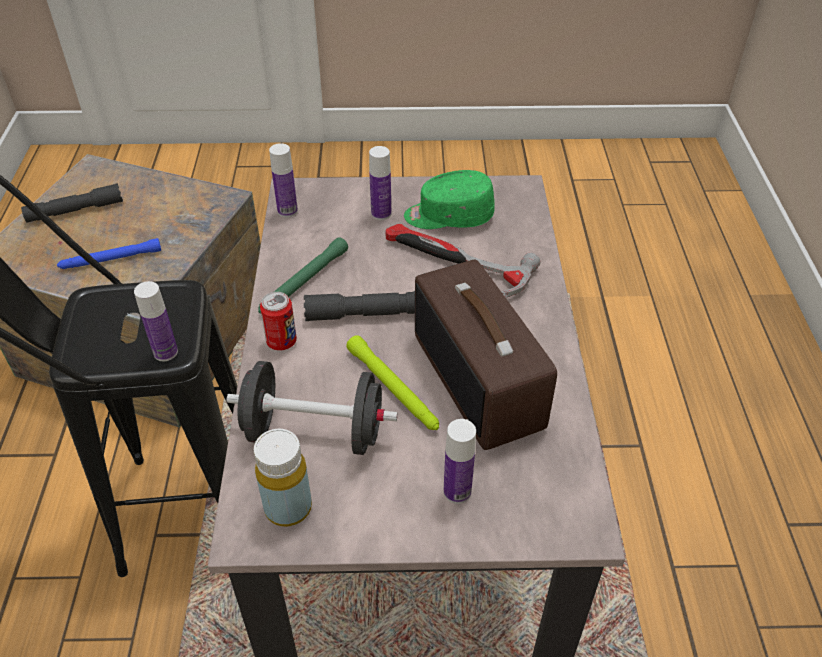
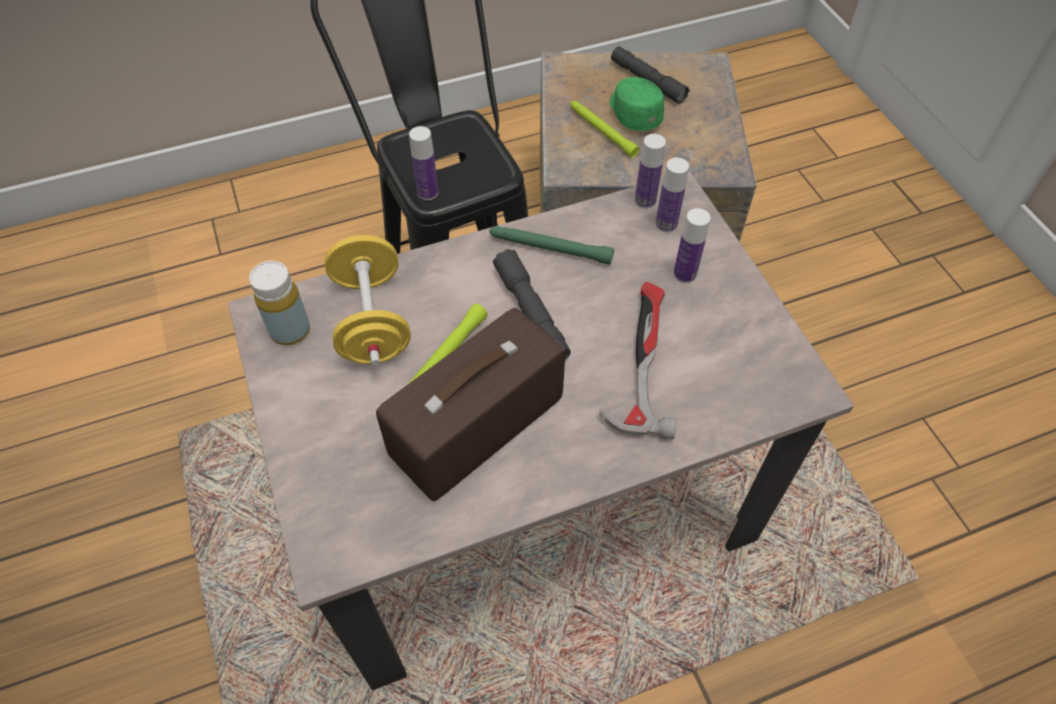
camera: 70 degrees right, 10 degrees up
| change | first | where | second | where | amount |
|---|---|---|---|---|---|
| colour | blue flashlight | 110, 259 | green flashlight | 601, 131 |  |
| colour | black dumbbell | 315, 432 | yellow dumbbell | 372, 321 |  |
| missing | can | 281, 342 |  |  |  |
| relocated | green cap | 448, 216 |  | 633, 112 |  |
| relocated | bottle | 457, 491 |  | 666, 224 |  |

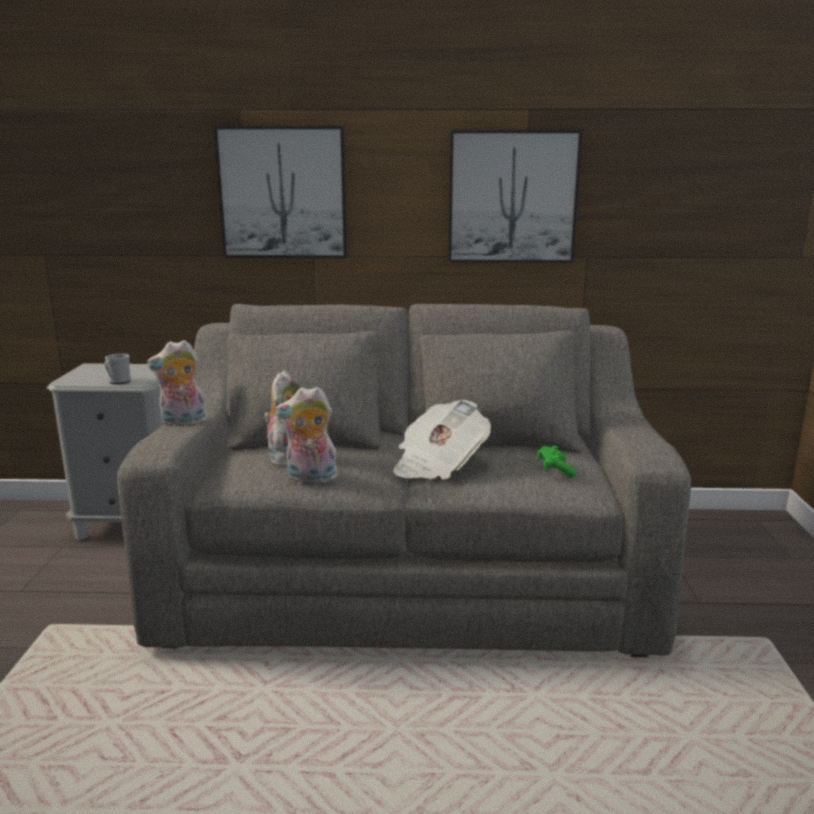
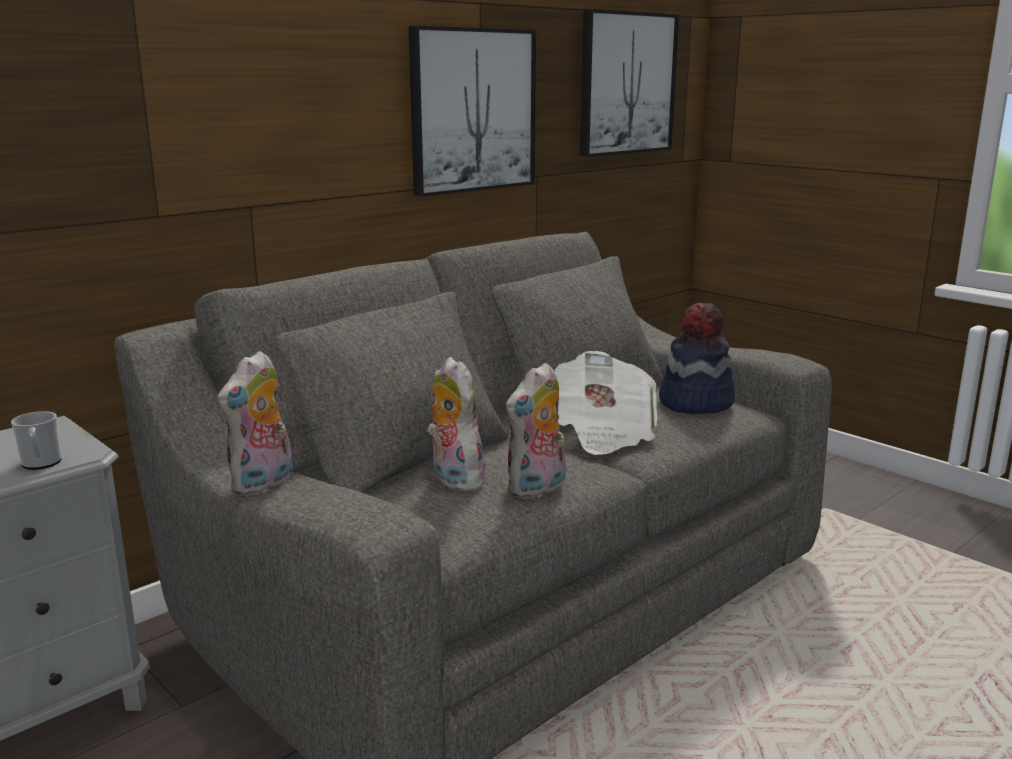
camera: 45 degrees left, 0 degrees up
| change | first | where | second | where | amount |
|---|---|---|---|---|---|
| relocated | picture | 283, 193 |  | 626, 84 |  |
| exchanged | green game controller | 555, 470 | hat | 695, 402 |  |

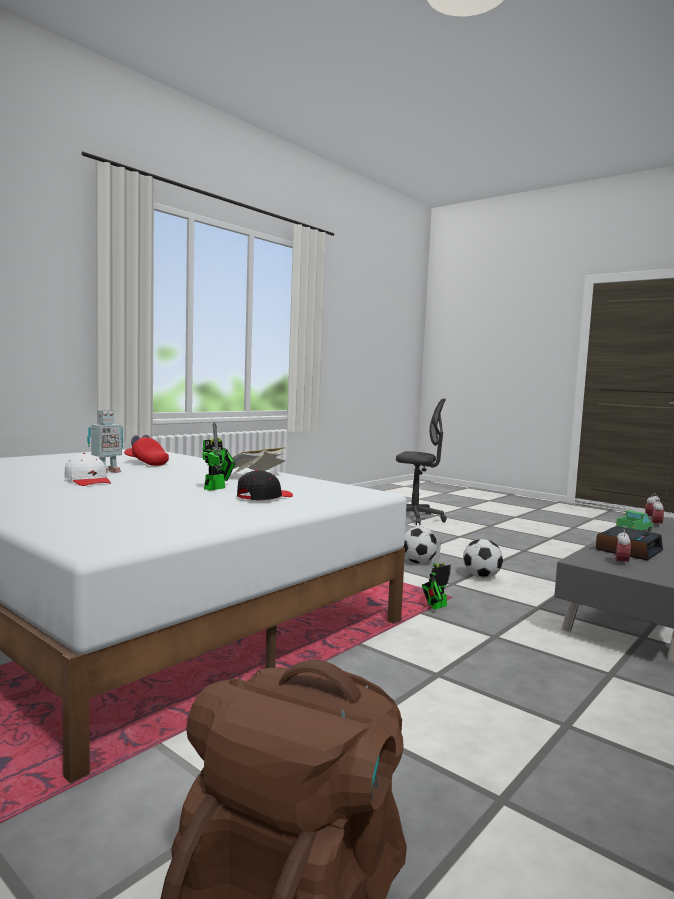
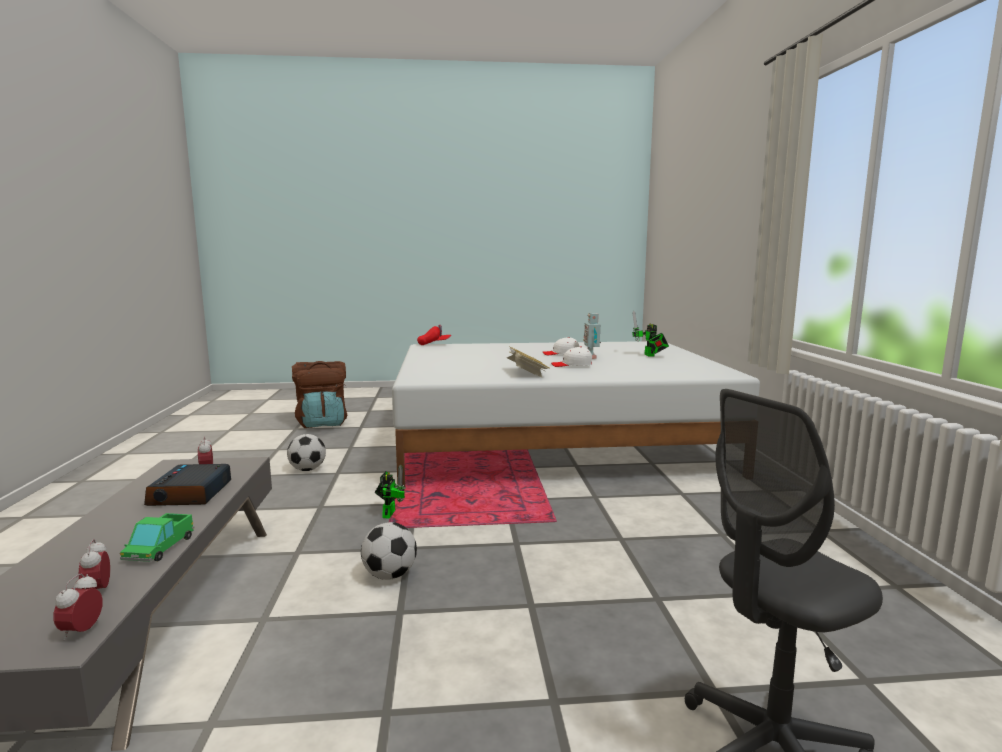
camera: 135 degrees right, 5 degrees up
| change | first | where | second | where | amount |
|---|---|---|---|---|---|
| relocated | red cap | 146, 463 |  | 434, 344 |  |
| relocated | toy robot | 217, 488 |  | 650, 355 |  |
| missing | black cap | 264, 497 |  |  |  |
| relocated | football | 418, 562 |  | 307, 469 |  |
| appeared |  |  | white cap | 572, 365 |  |

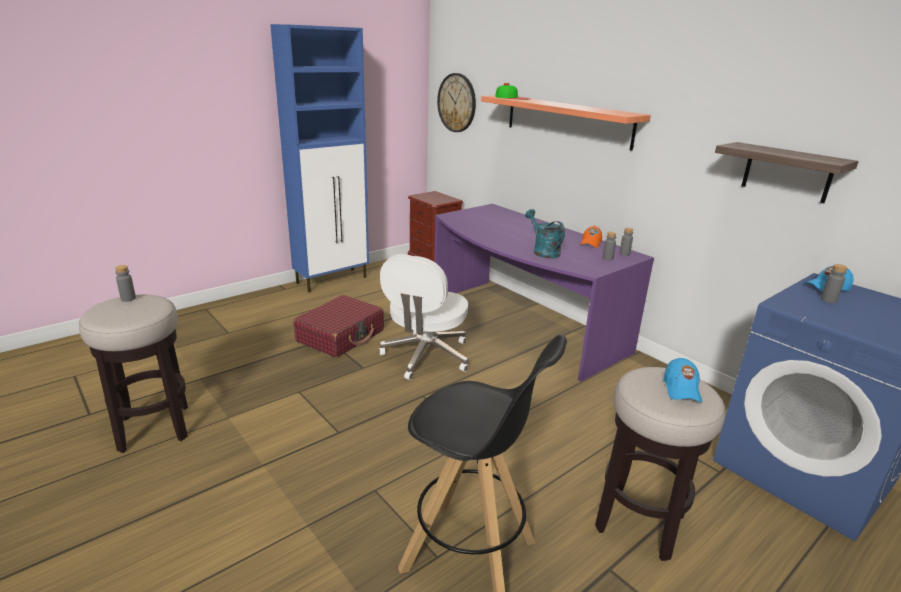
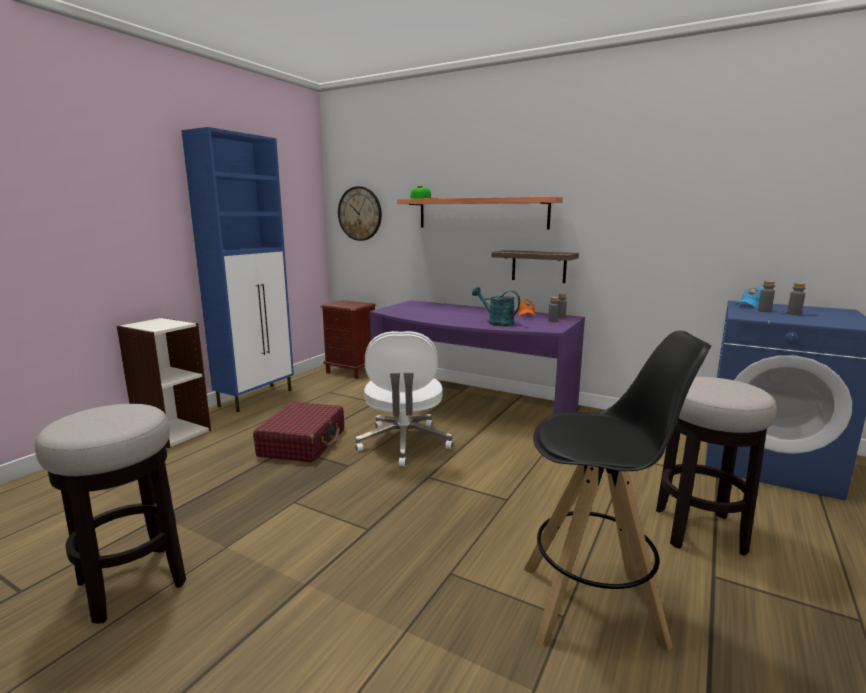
camera: 20 degrees left, 10 degrees down
| change | first | where | second | where | amount |
|---|---|---|---|---|---|
| relocated | grey bottle | 128, 299 |  | 794, 314 |  |
| missing | blue cap | 681, 389 |  |  |  |
| relocated | shelf | 787, 172 |  | 538, 266 |  |
| appeared |  |  | bookcase | 172, 432 |  |

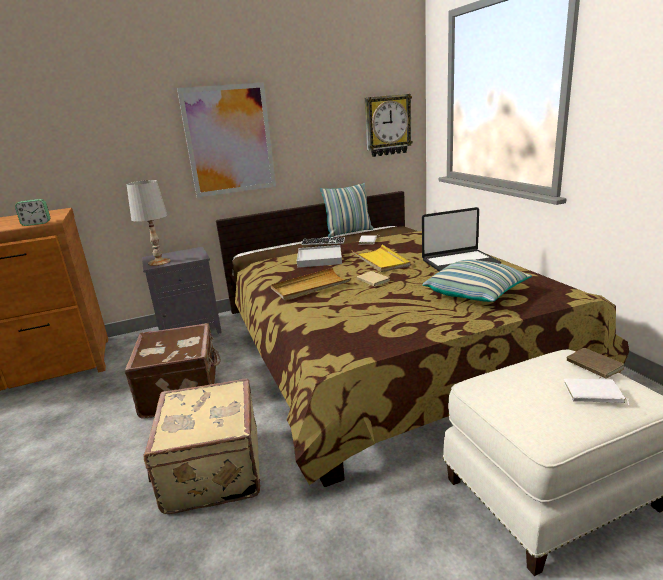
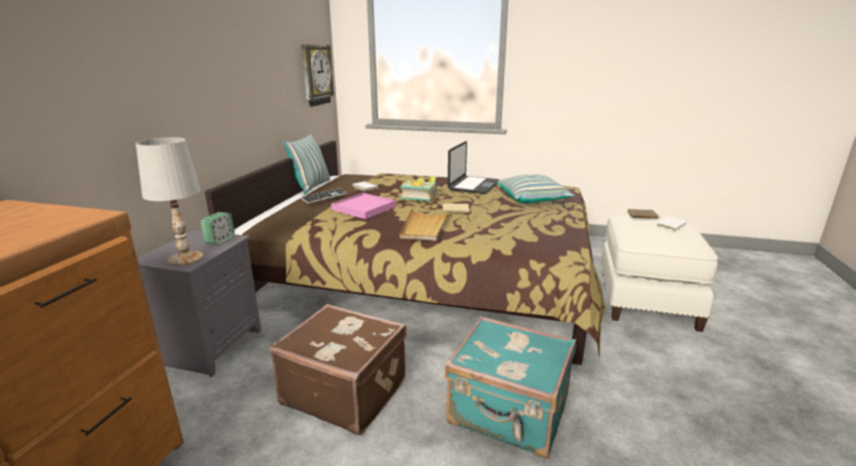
camera: 55 degrees left, 0 degrees up
| change | first | where | second | where | amount |
|---|---|---|---|---|---|
| relocated | alarm clock | 36, 223 |  | 220, 240 |  |
| colour | beige suitcase | 211, 471 | turquoise suitcase | 508, 413 |  |
| missing | picture | 229, 140 |  |  |  |
| colour | white tray | 320, 259 | pink tray | 364, 208 |  |
| exchanged | yellow tray | 380, 261 | book | 420, 197 |  |

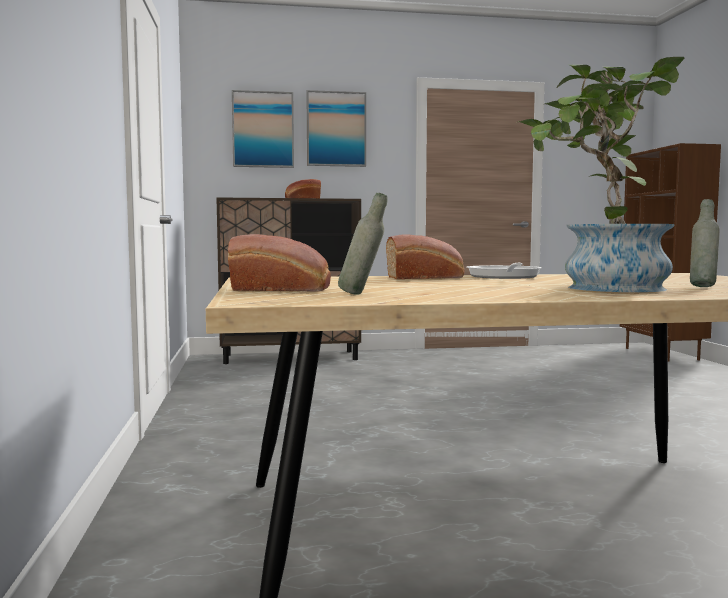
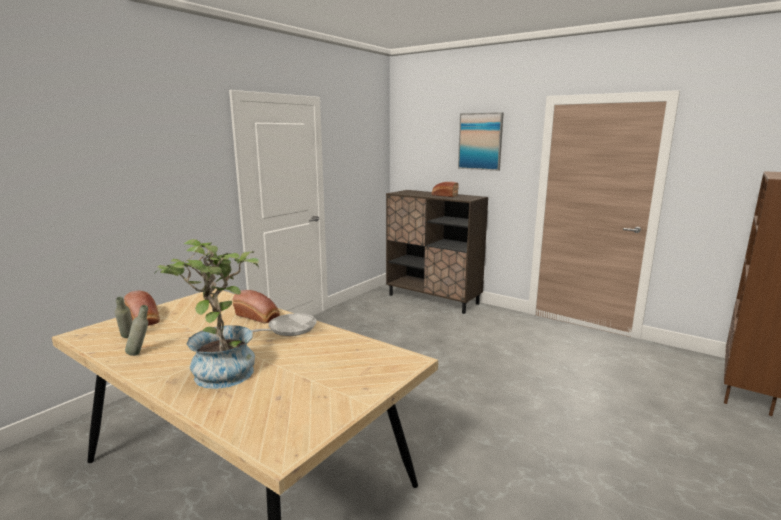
camera: 45 degrees right, 10 degrees up
| change | first | where | second | where | amount |
|---|---|---|---|---|---|
| missing | picture | 263, 129 |  |  |  |
| relocated | grey bottle | 702, 286 |  | 140, 353 |  |

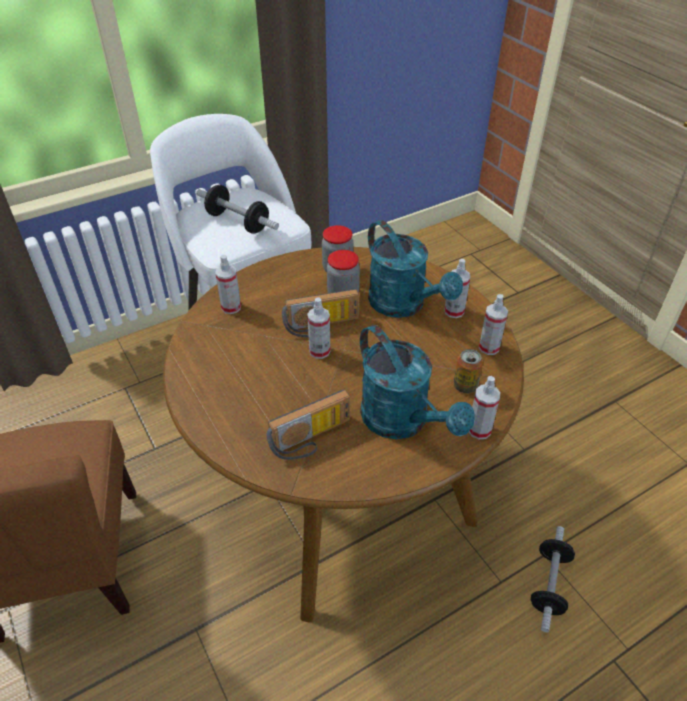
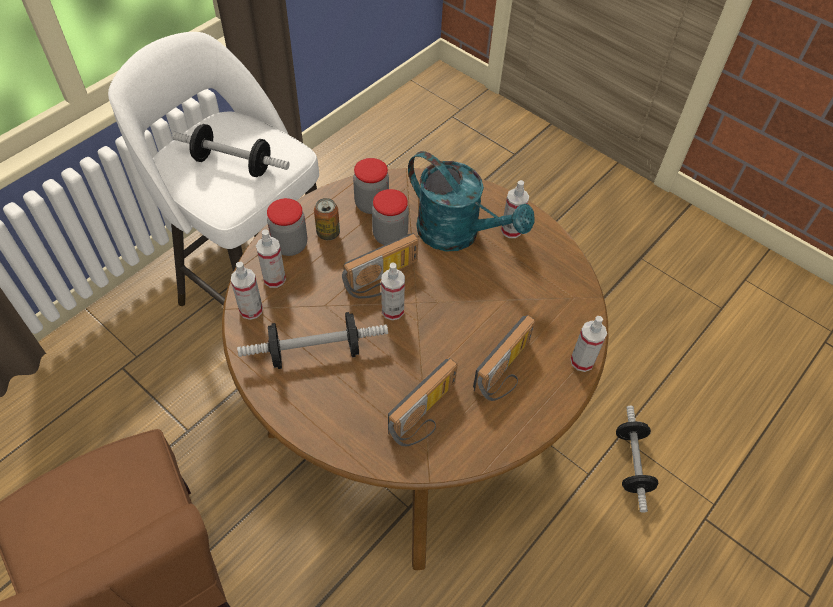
camera: 20 degrees left, 10 degrees up
| change | first | where | second | where | amount |
|---|---|---|---|---|---|
| exchanged | turquoise watering can | 402, 422 | radio | 507, 372 |  |
| relocated | can | 465, 386 |  | 328, 233 |  |
| relocated | spray bottle | 489, 347 |  | 251, 310 |  |
| appeared |  |  | dumbbell | 315, 352 |  |
| appeared |  |  | jar | 290, 245 |  |

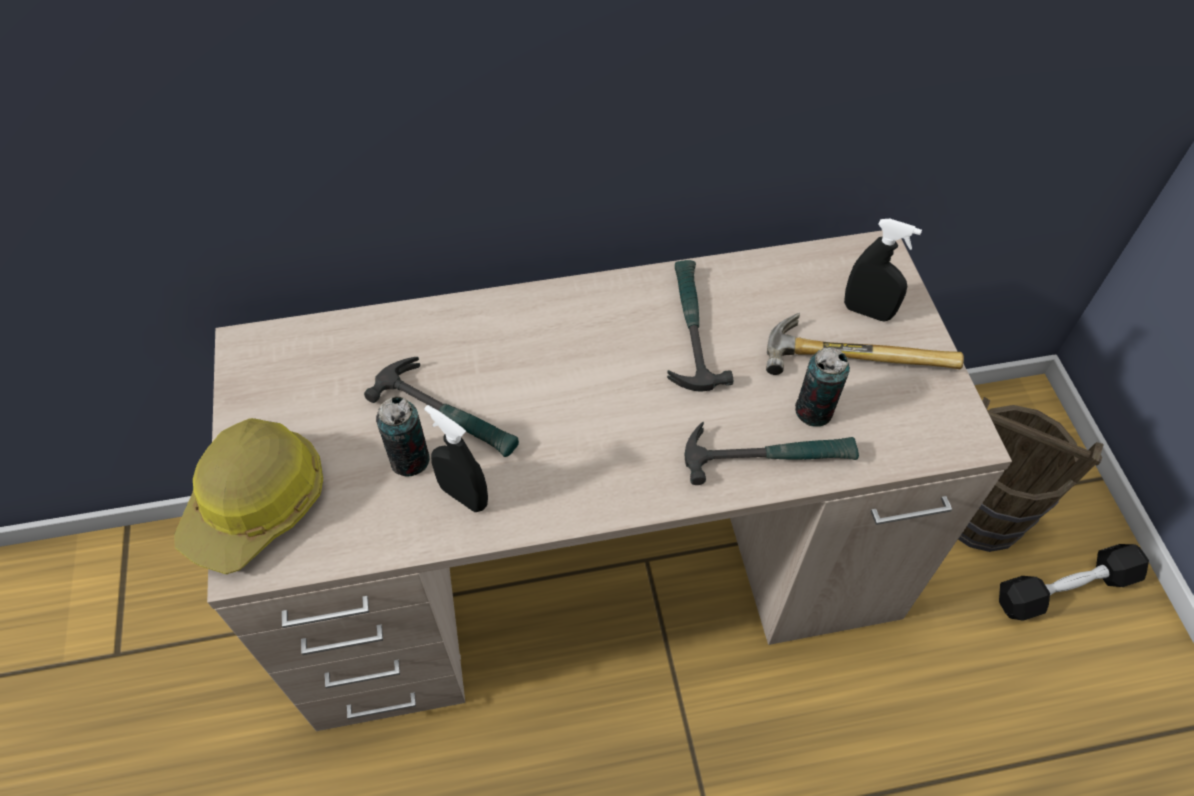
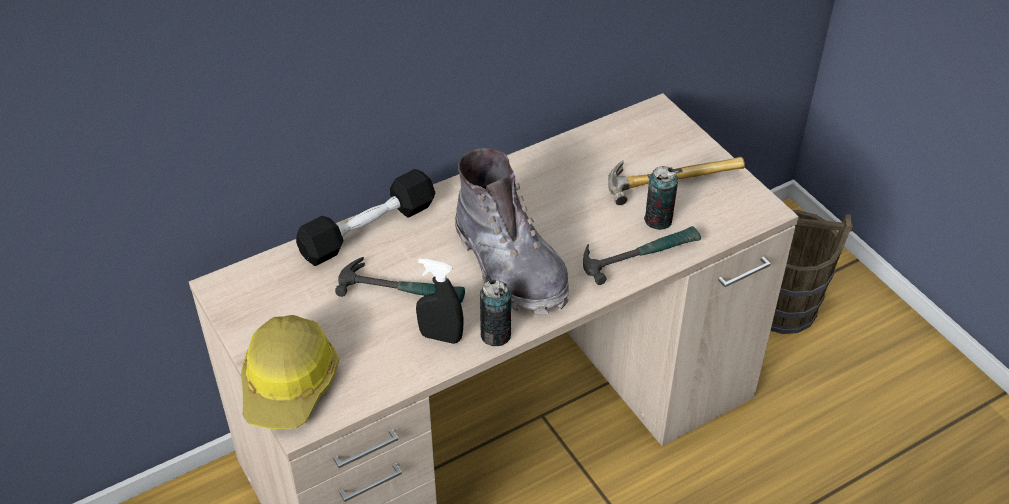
camera: 20 degrees left, 10 degrees down
| change | first | where | second | where | amount |
|---|---|---|---|---|---|
| relocated | can | 410, 460 |  | 495, 335 |  |
| missing | hammer | 689, 329 |  |  |  |
| missing | black spray bottle | 867, 311 |  |  |  |
| relocated | black dumbbell | 1065, 589 |  | 368, 230 |  |
| appeared |  |  | grey boot | 510, 266 |  |

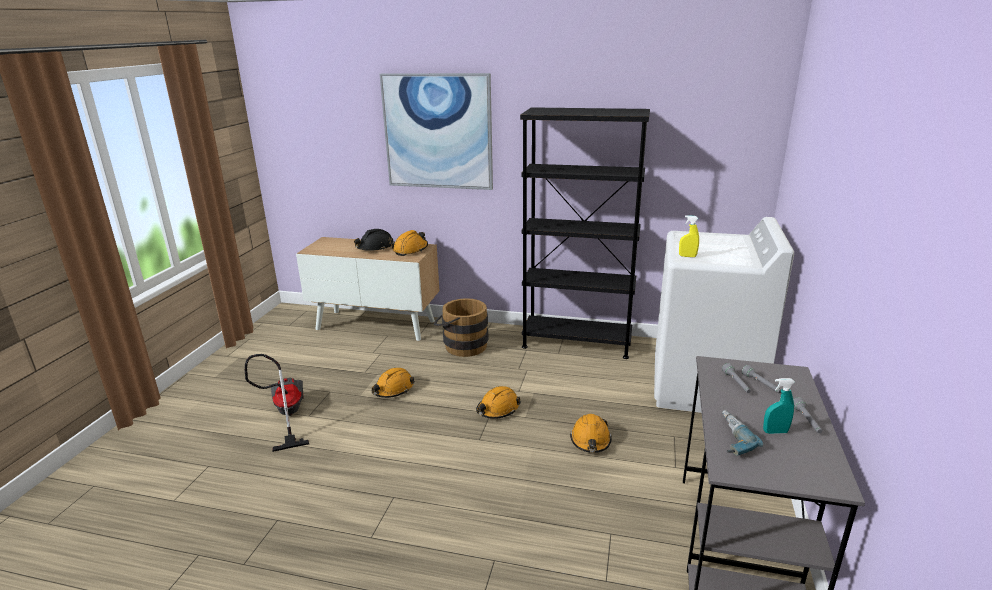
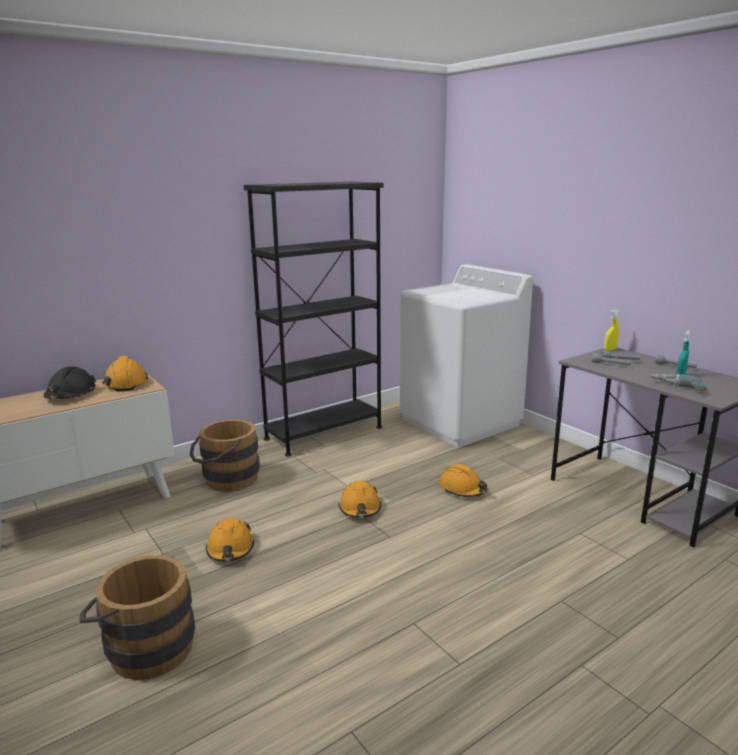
camera: 50 degrees left, 5 degrees down
| change | first | where | second | where | amount |
|---|---|---|---|---|---|
| exchanged | vacuum cleaner | 286, 415 | brown bucket | 145, 647 |  |
| missing | picture | 438, 132 |  |  |  |
| relocated | yellow spray bottle | 687, 256 |  | 610, 350 |  |

